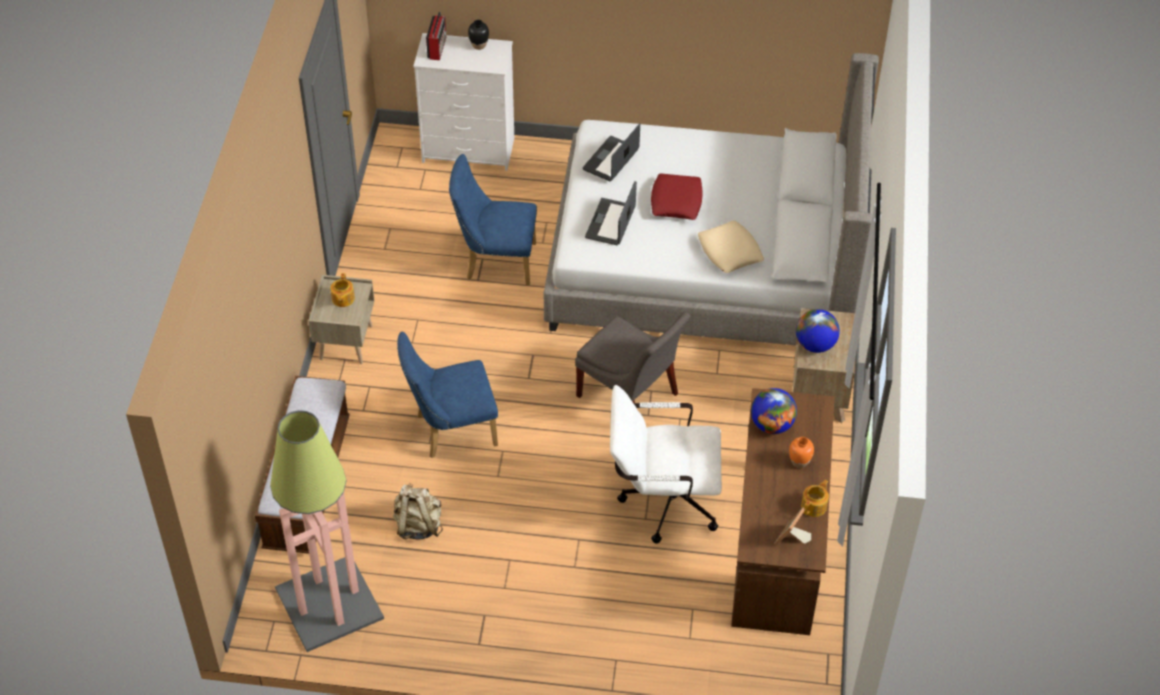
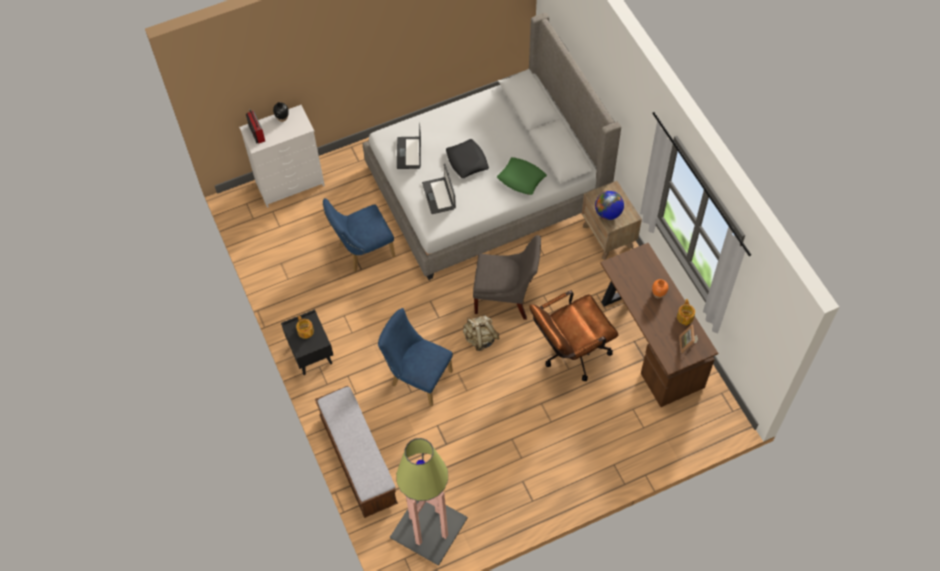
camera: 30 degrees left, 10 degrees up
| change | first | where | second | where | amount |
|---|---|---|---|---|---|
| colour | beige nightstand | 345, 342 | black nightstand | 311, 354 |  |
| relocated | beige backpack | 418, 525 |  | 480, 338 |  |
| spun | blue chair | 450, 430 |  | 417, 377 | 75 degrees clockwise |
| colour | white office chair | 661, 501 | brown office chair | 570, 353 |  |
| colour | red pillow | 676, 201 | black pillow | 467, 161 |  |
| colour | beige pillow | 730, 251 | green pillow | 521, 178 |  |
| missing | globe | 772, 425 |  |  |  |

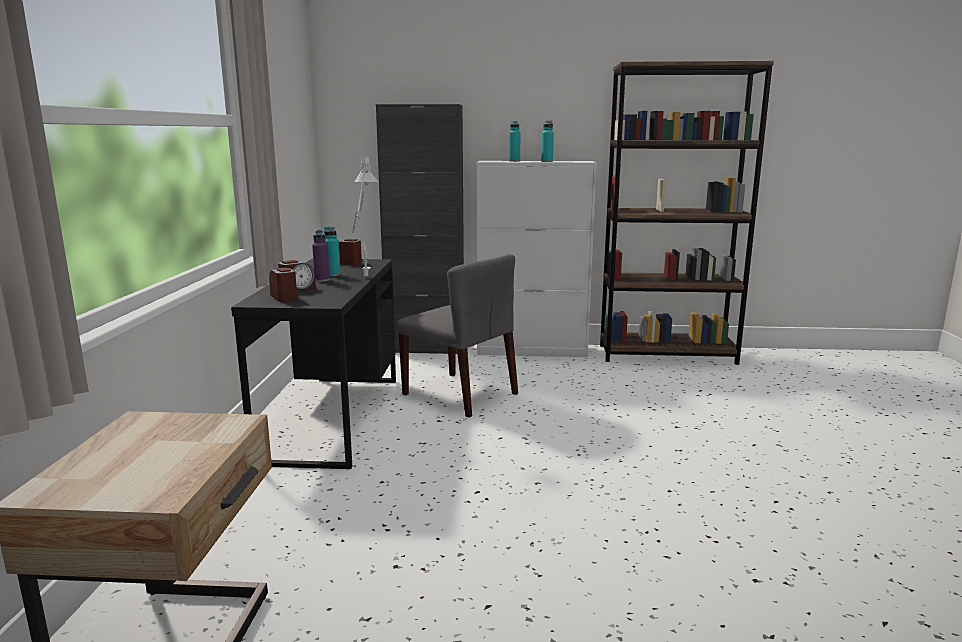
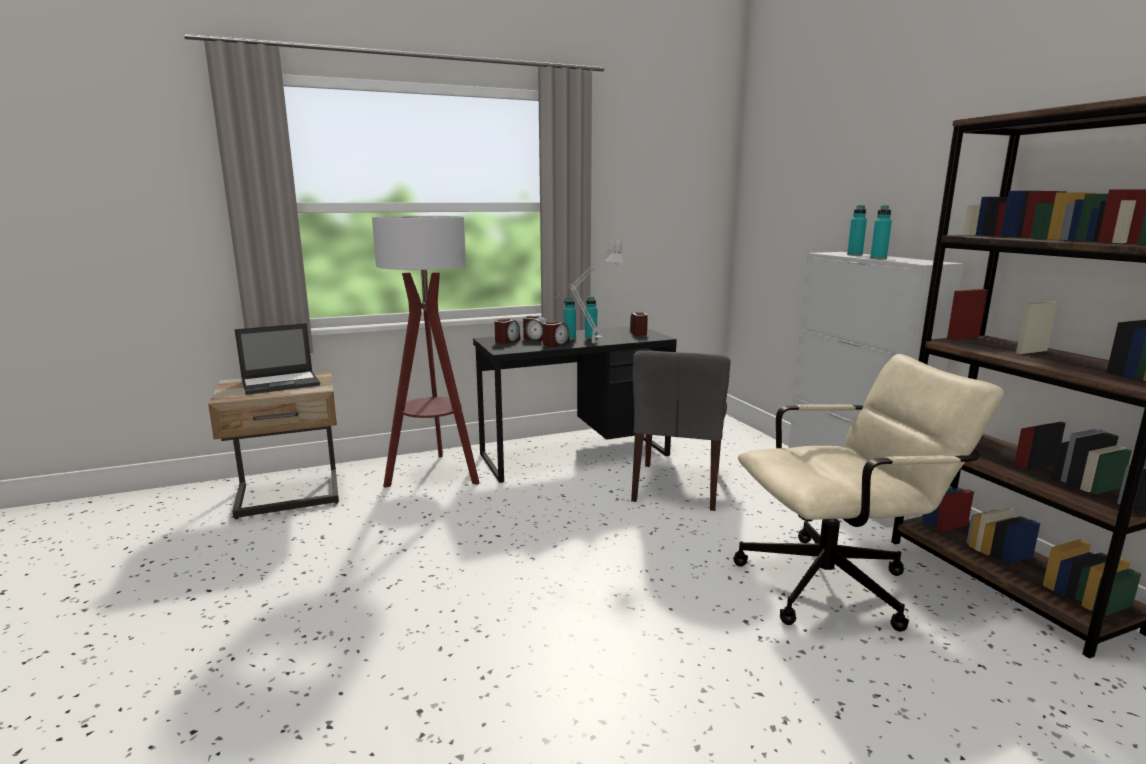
camera: 65 degrees right, 0 degrees up
| change | first | where | second | where | amount |
|---|---|---|---|---|---|
| colour | purple bottle | 322, 280 | turquoise bottle | 569, 338 |  |
| missing | black cabinet | 425, 349 |  |  |  |
| appeared |  |  | laptop | 281, 383 |  |
| appeared |  |  | floor lamp | 435, 474 |  |
| appeared |  |  | alarm clock | 555, 344 |  |
| appeared |  |  | beige office chair | 839, 583 |  |

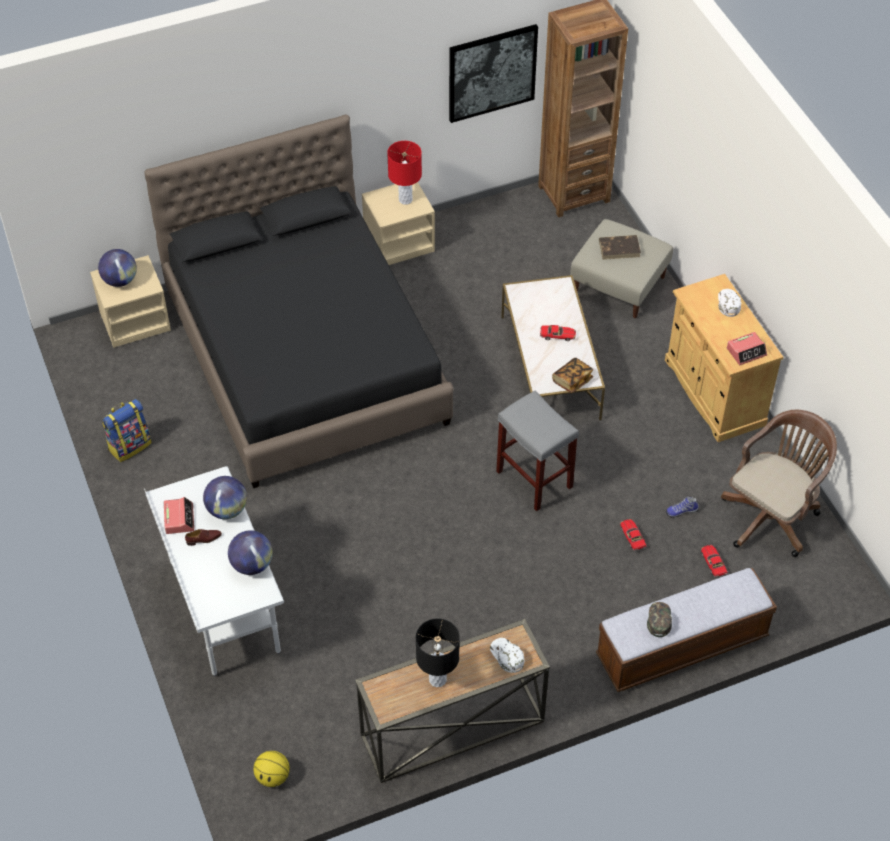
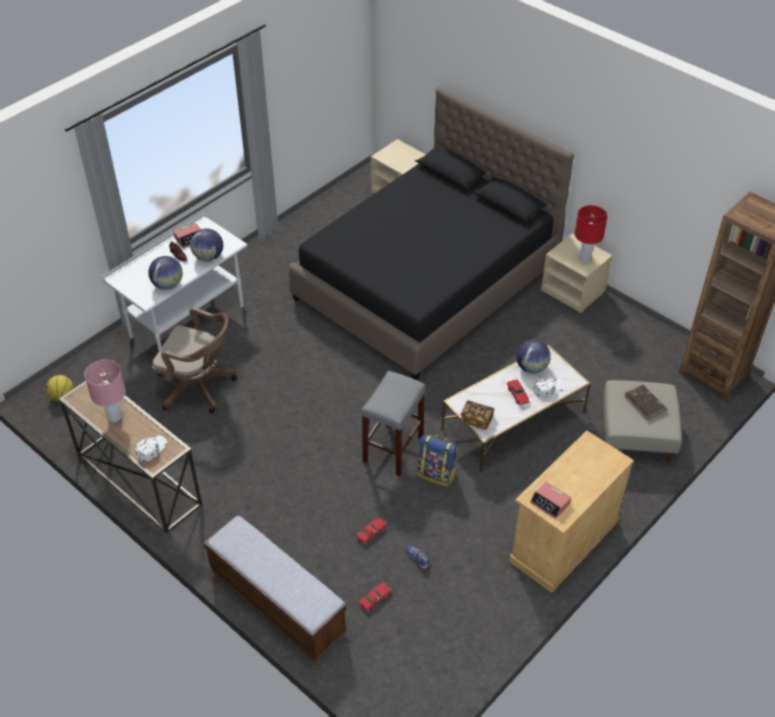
camera: 65 degrees right, 5 degrees down
| change | first | where | second | where | amount |
|---|---|---|---|---|---|
| relocated | globe | 120, 280 |  | 531, 367 |  |
| relocated | backpack | 130, 445 |  | 437, 474 |  |
| colour | black table lamp | 437, 679 | pink table lamp | 114, 416 |  |
| missing | picture | 492, 72 |  |  |  |
| missing | green cap | 659, 620 |  |  |  |
| relocated | white cap | 728, 303 |  | 548, 388 |  |
| relocated | brown office chair | 772, 515 |  | 199, 388 |  |

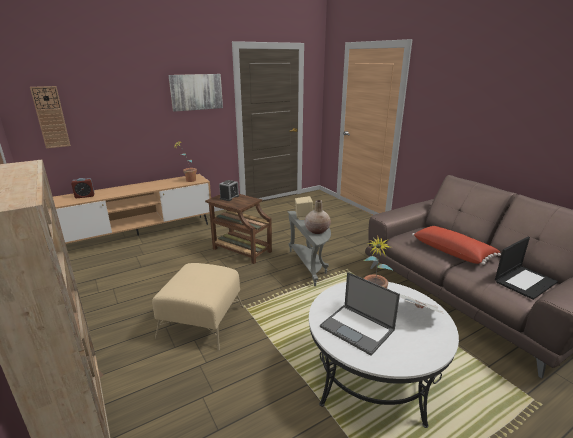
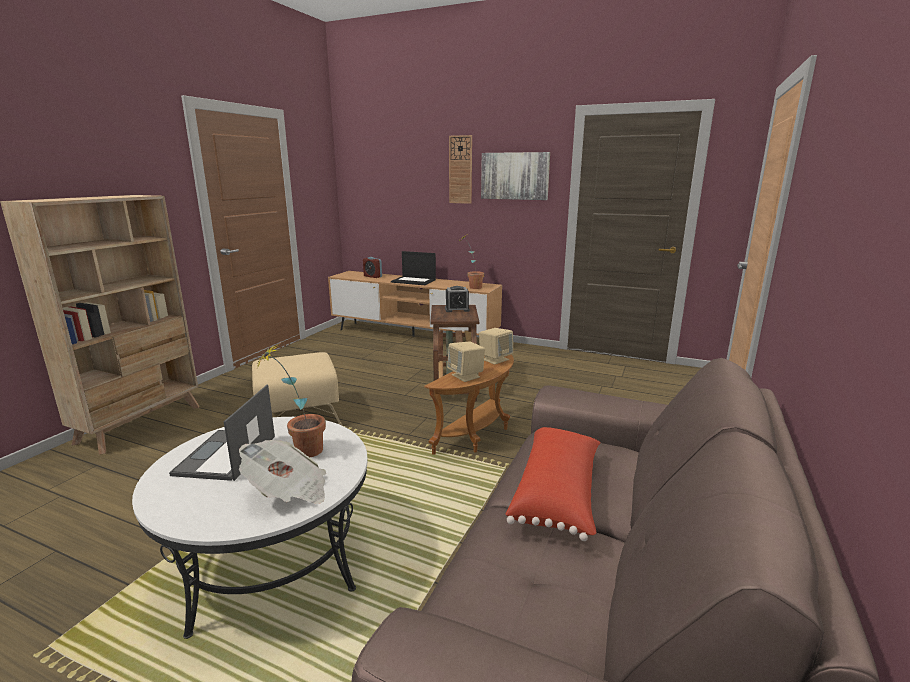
camera: 55 degrees right, 5 degrees down
| change | first | where | second | where | amount |
|---|---|---|---|---|---|
| relocated | wall clock | 51, 117 |  | 460, 170 |  |
| colour | grey side table | 309, 266 | brown side table | 478, 435 |  |
| exchanged | beige vase | 317, 230 | beige speaker | 466, 376 |  |
| relocated | laptop | 525, 281 |  | 414, 281 |  |

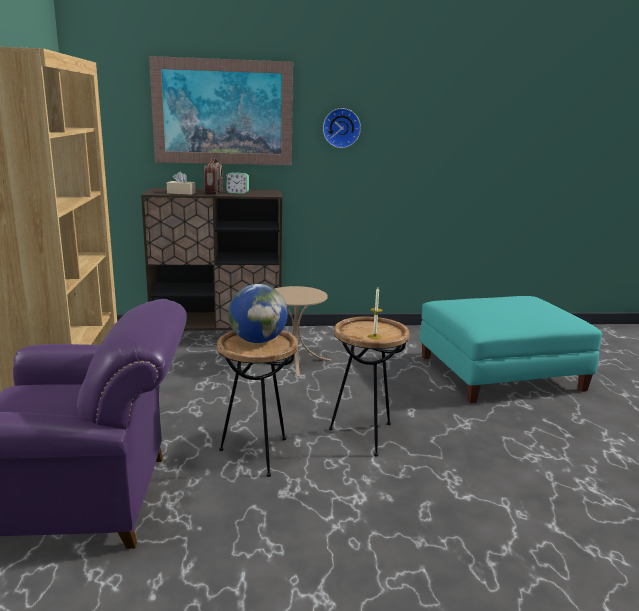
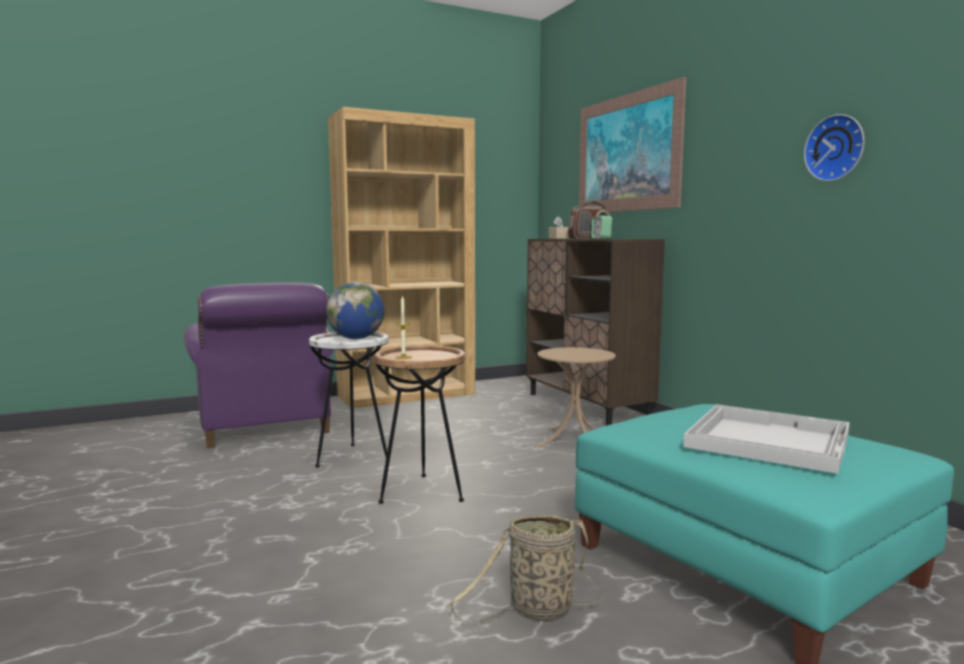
camera: 70 degrees right, 10 degrees down
| change | first | where | second | where | amount |
|---|---|---|---|---|---|
| colour | brown side table | 258, 454 | white side table | 353, 457 |  |
| relocated | wall clock | 341, 128 |  | 836, 148 |  |
| appeared |  |  | basket | 536, 611 |  |
| appeared |  |  | white tray | 767, 439 |  |

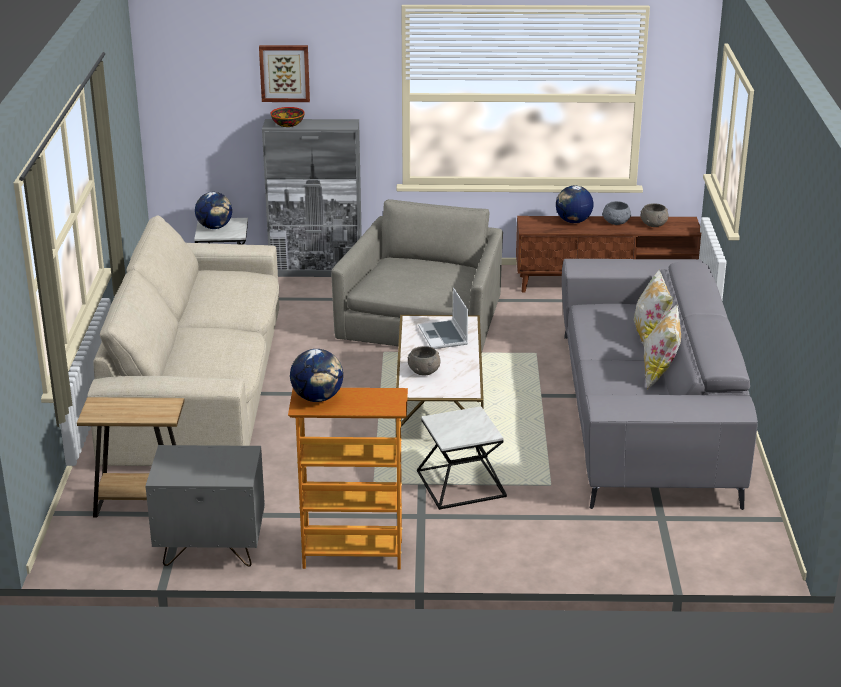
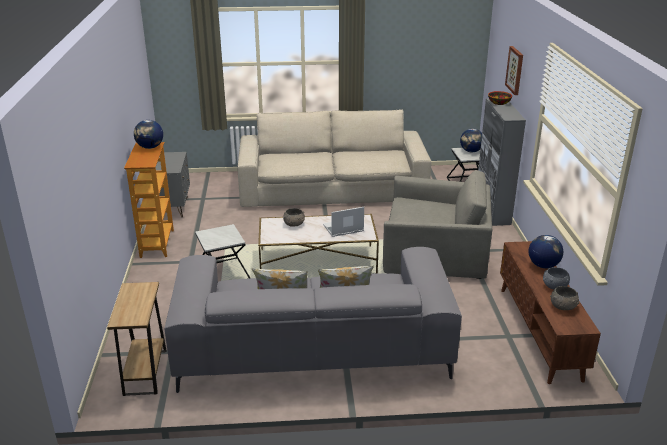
camera: 85 degrees right, 0 degrees up
| change | first | where | second | where | amount |
|---|---|---|---|---|---|
| relocated | brown side table | 141, 505 |  | 145, 372 |  |

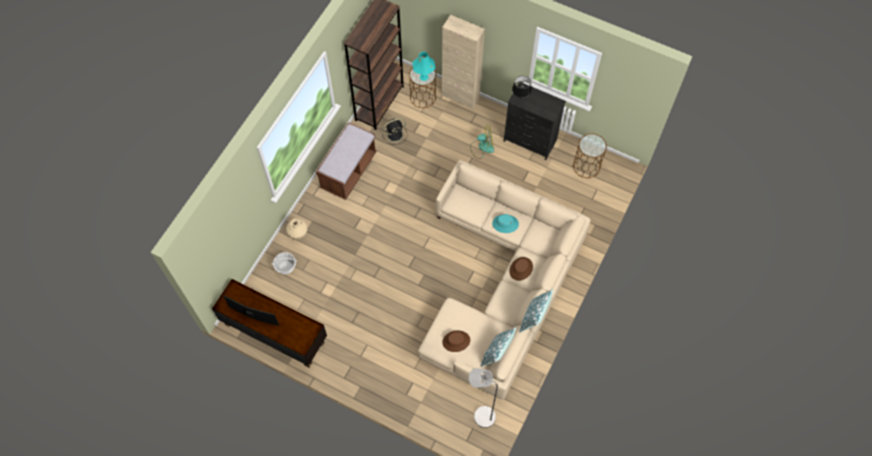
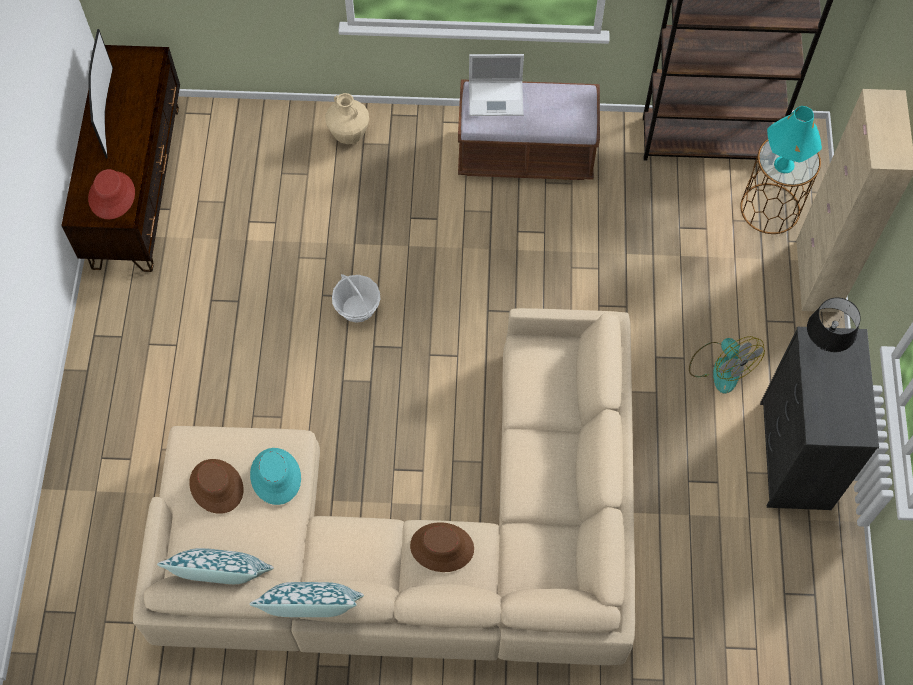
camera: 65 degrees right, 0 degrees up
| change | first | where | second | where | amount |
|---|---|---|---|---|---|
| relocated | basket | 286, 267 |  | 357, 308 |  |
| missing | black fan | 395, 134 |  |  |  |
| missing | grey floor lamp | 480, 415 |  |  |  |
| relocated | turquoise hat | 505, 224 |  | 275, 476 |  |
| missing | brown side table | 586, 166 |  |  |  |
| appeared |  |  | red hat | 111, 196 |  |
| appeared |  |  | laptop | 497, 98 |  |

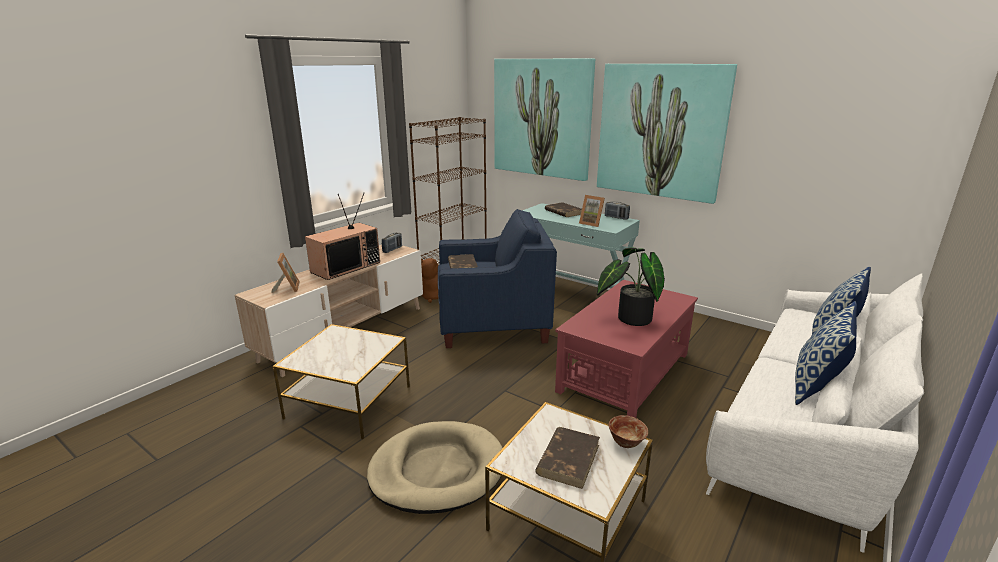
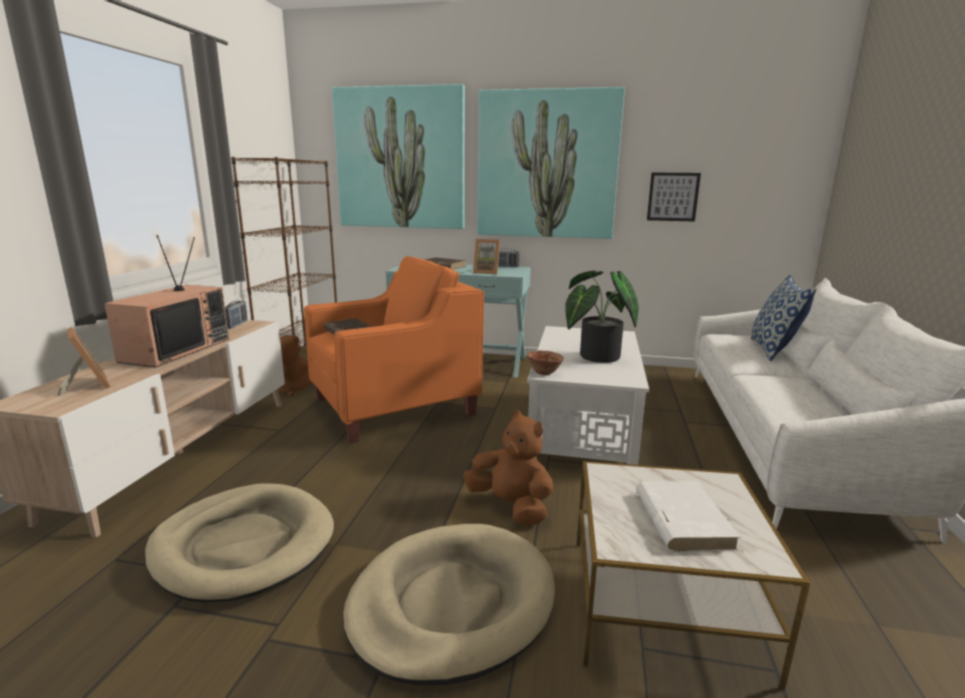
camera: 25 degrees left, 5 degrees down
| change | first | where | second | where | amount |
|---|---|---|---|---|---|
| exchanged | side table | 349, 402 | beige dog bed | 244, 545 |  |
| colour | blue armchair | 493, 324 | orange armchair | 394, 407 |  |
| colour | brown book | 568, 459 | white book | 682, 519 |  |
| colour | red coffee table | 624, 372 | white coffee table | 582, 428 |  |
| relocated | bowl | 626, 442 |  | 544, 372 |  |
| missing | pillow | 816, 387 |  |  |  |
| appeared |  |  | brown plush toy | 511, 506 |  |
| appeared |  |  | picture | 673, 197 |  |

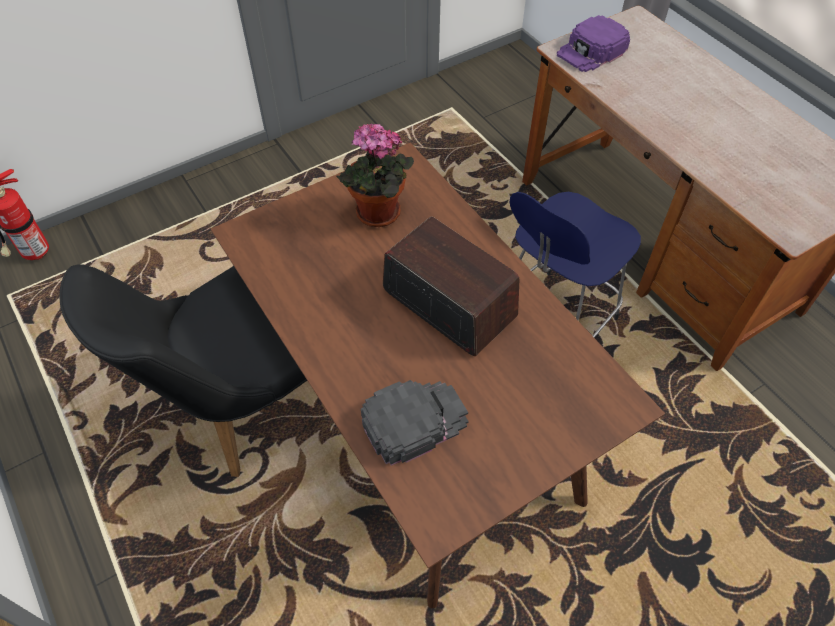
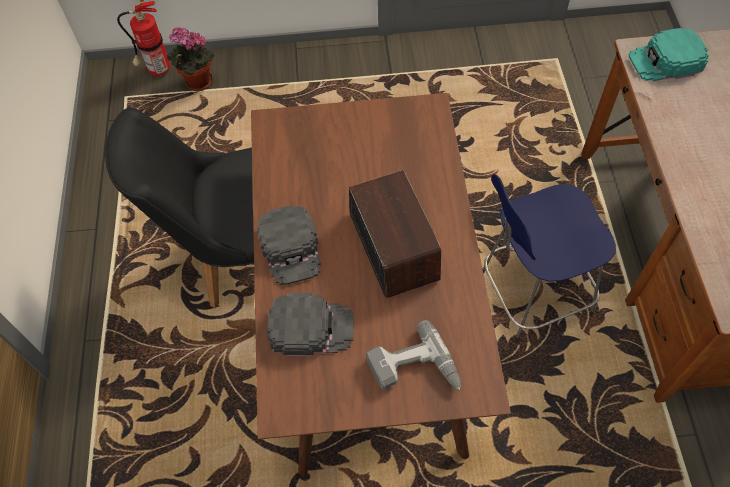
camera: 30 degrees right, 5 degrees up
| change | first | where | second | where | amount |
|---|---|---|---|---|---|
| relocated | potted plant | 377, 215 |  | 197, 83 |  |
| colour | purple cap | 592, 51 | turquoise cap | 666, 61 |  |
| appeared |  |  | black cap | 291, 248 |  |
| appeared |  |  | power drill | 414, 371 |  |

